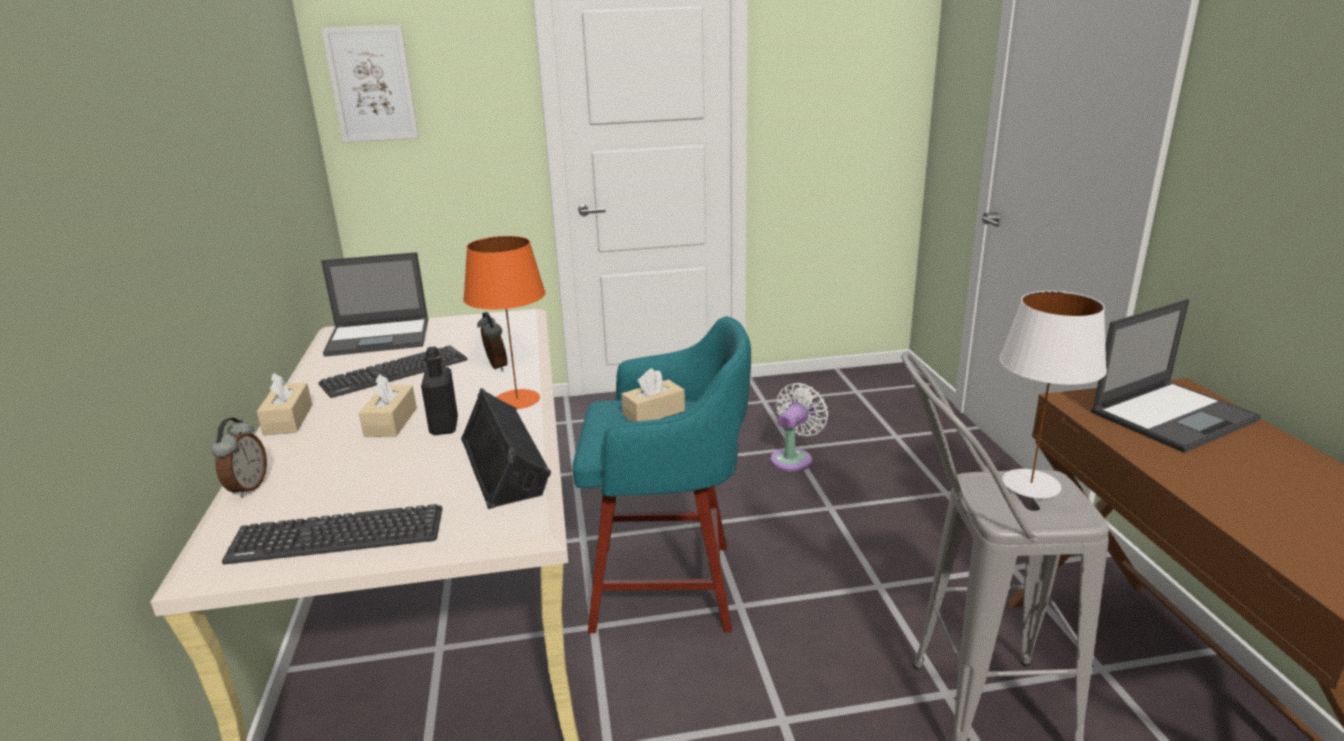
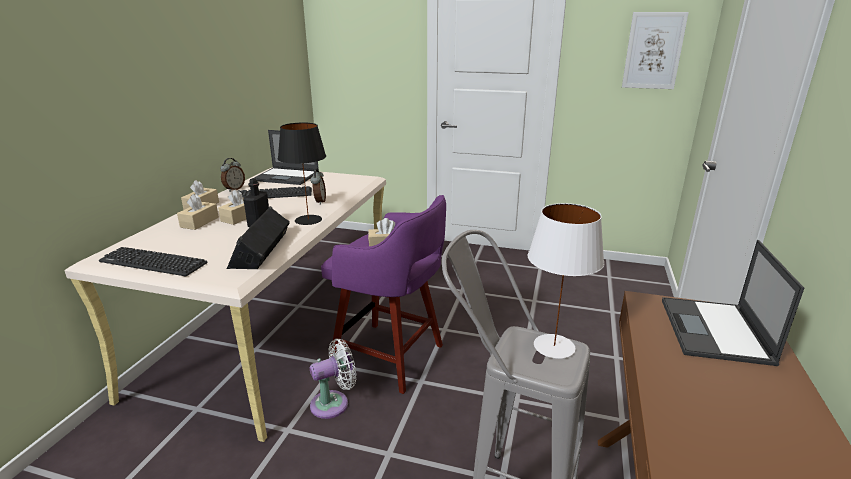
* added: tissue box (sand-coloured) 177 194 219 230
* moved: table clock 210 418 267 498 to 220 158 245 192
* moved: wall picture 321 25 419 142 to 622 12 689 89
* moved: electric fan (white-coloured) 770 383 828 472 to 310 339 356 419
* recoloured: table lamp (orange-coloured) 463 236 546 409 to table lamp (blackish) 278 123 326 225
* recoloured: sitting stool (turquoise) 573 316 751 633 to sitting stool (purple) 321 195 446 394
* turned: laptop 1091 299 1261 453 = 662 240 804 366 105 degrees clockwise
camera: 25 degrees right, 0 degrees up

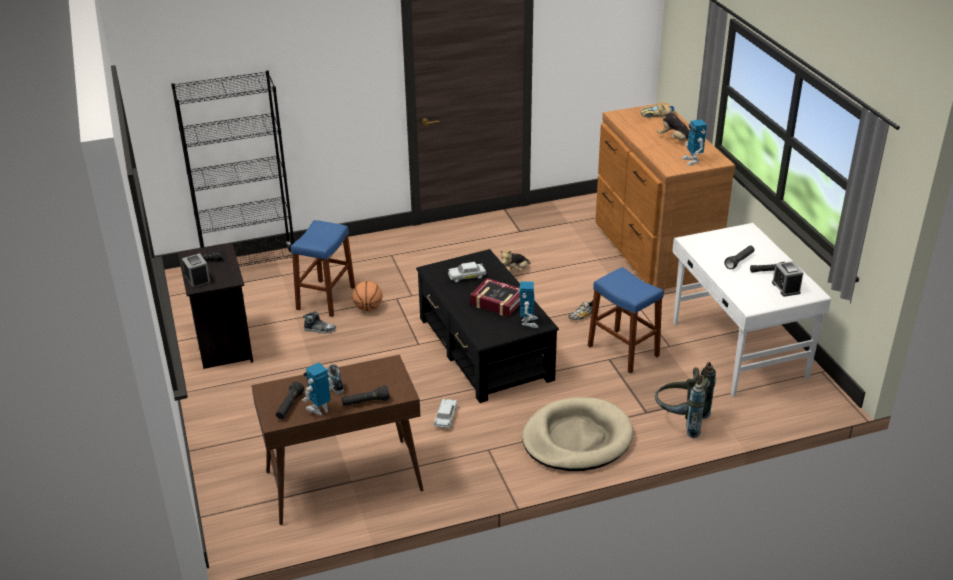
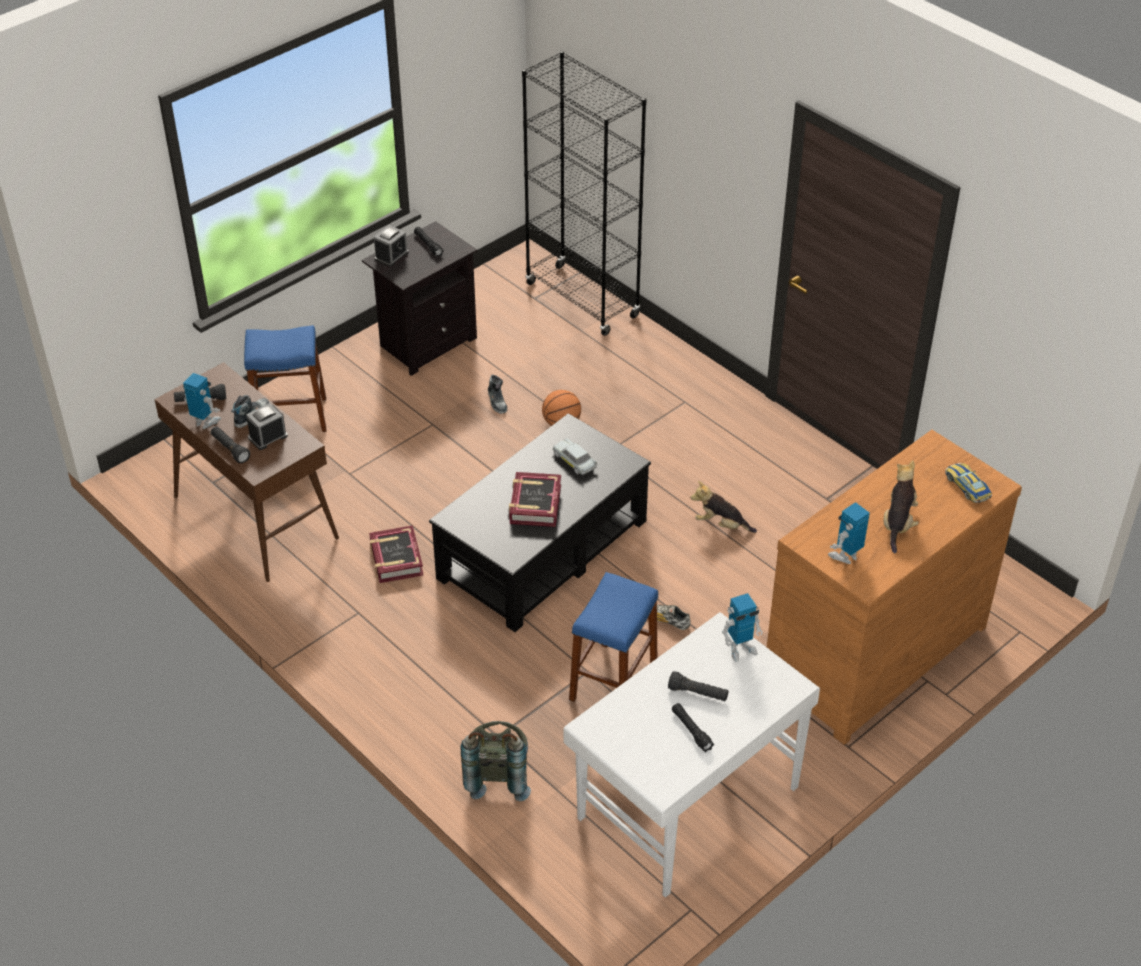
* removed: dog bed (sand-coloured) 522 397 633 471
* moved: sitting stool (bluish) 291 220 355 317 to 244 325 326 432
* moved: model robot 519 281 538 328 to 722 593 763 662
* moved: table clock 772 261 803 297 to 246 403 288 450
* replaced: model car (white-coloured) 434 399 457 428 to bound book 369 525 424 583
camera: 65 degrees right, 10 degrees up

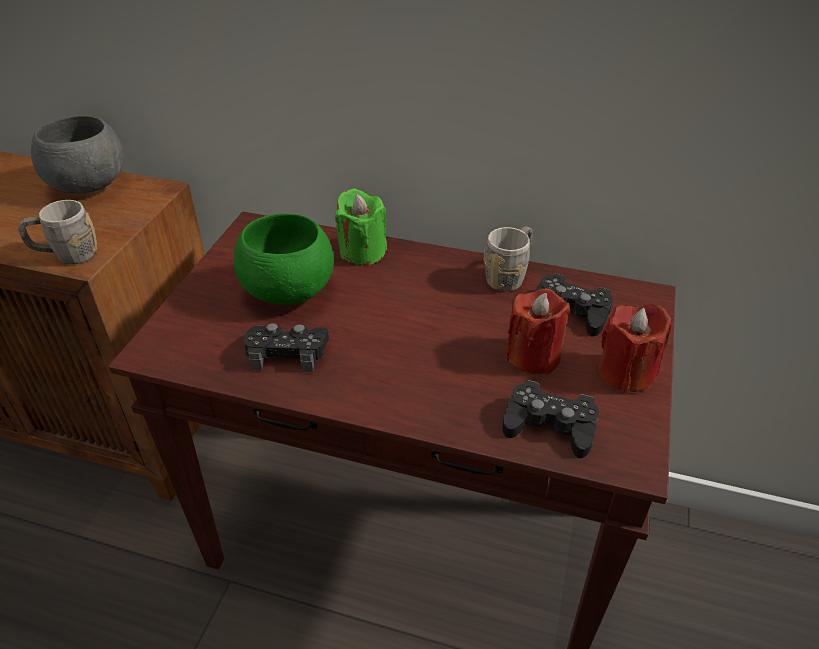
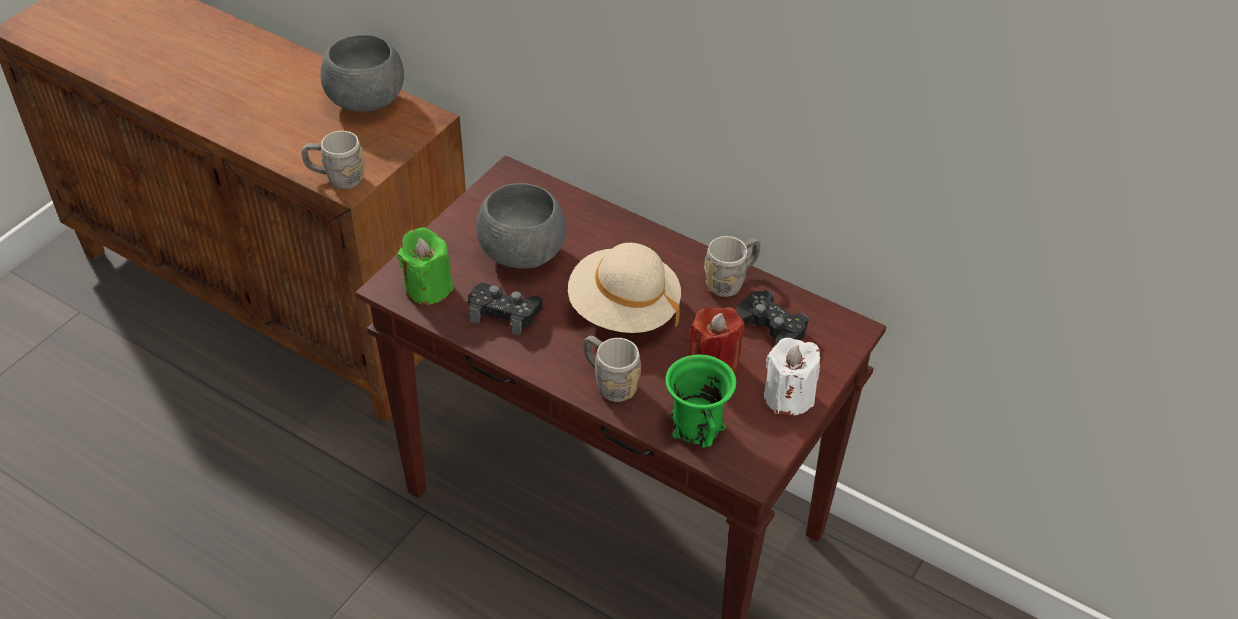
* added: wearable hat (sand-coloured) 568 243 681 333
* added: tea mug (grey) 583 336 641 402
* moved: candle (green-coloured) 335 188 387 266 to 397 227 453 305
* replaced: gamepad (blackish) 502 380 599 458 to tea mug (green-coloured) 665 355 737 448
* recoloured: deep dish (green-coloured) 234 214 334 305 to deep dish (grey) 476 183 566 269
* recoloured: candle (reddish) 599 304 672 393 to candle (white-coloured) 764 338 820 415
camera: 15 degrees right, 5 degrees up

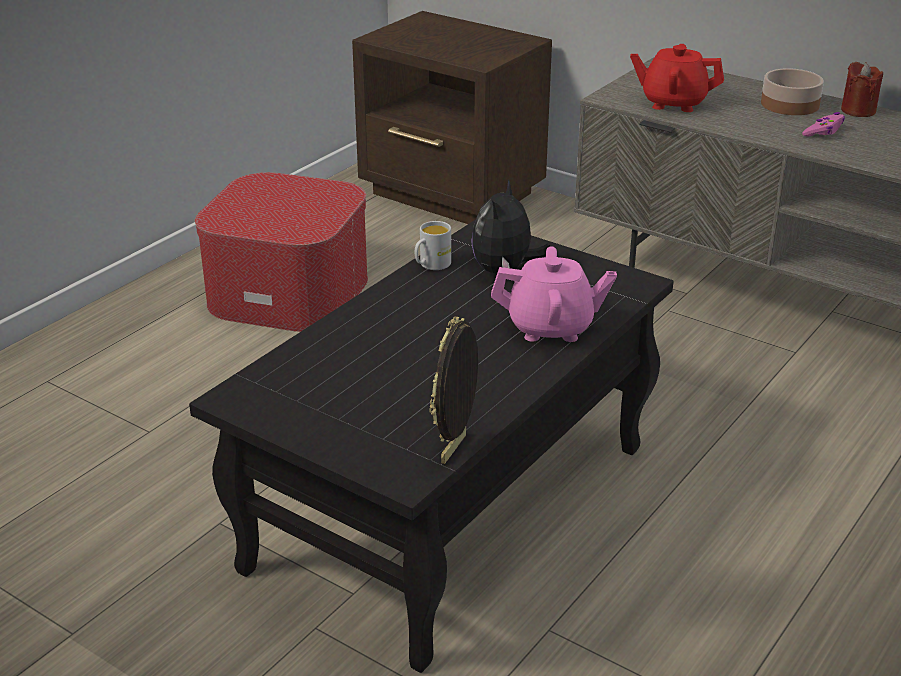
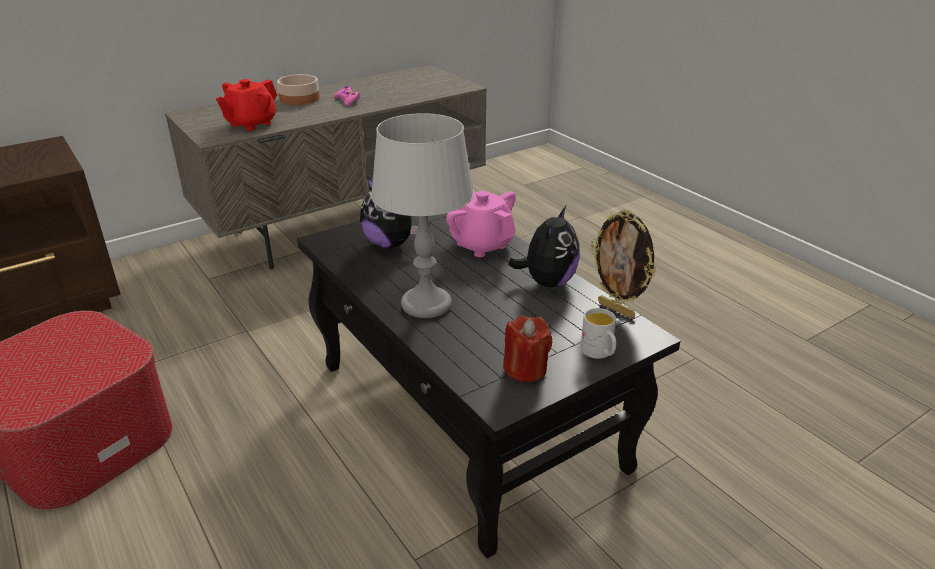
* added: table lamp (grey) 371 113 474 318
* added: plush toy 508 206 580 288
* moved: tea mug (white-coloured) 415 221 451 270 to 581 308 616 359
* moved: candle (reddish) 841 62 883 117 to 503 316 552 382
* turned: tea pot (pink) 491 246 617 342 = 446 191 516 257 60 degrees counterclockwise
camera: 70 degrees left, 0 degrees up

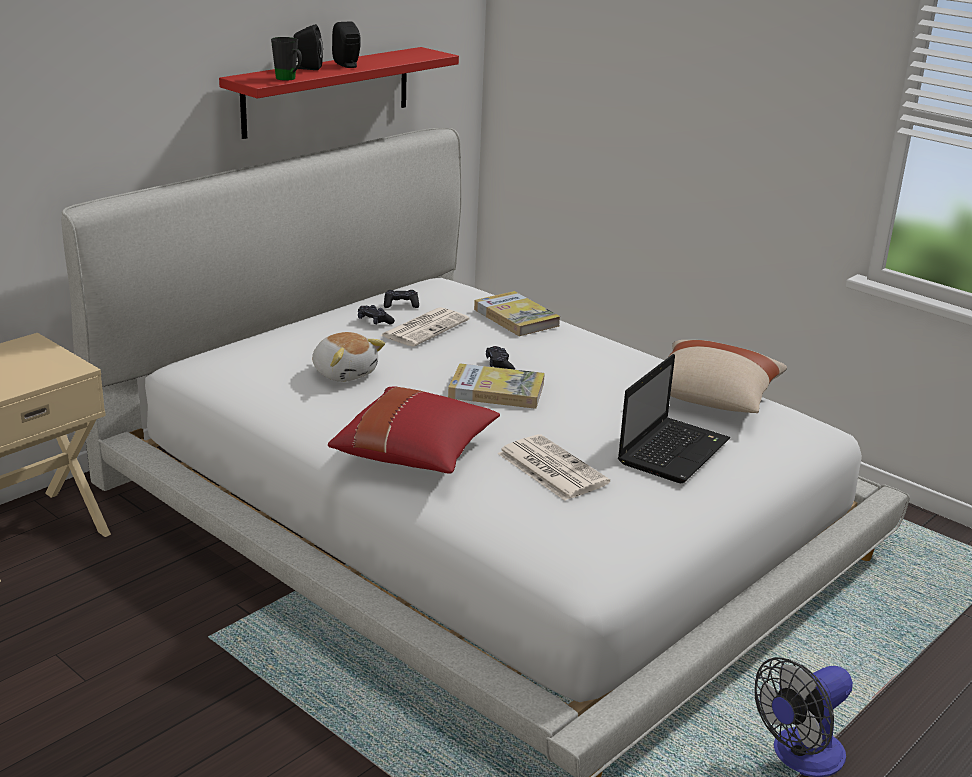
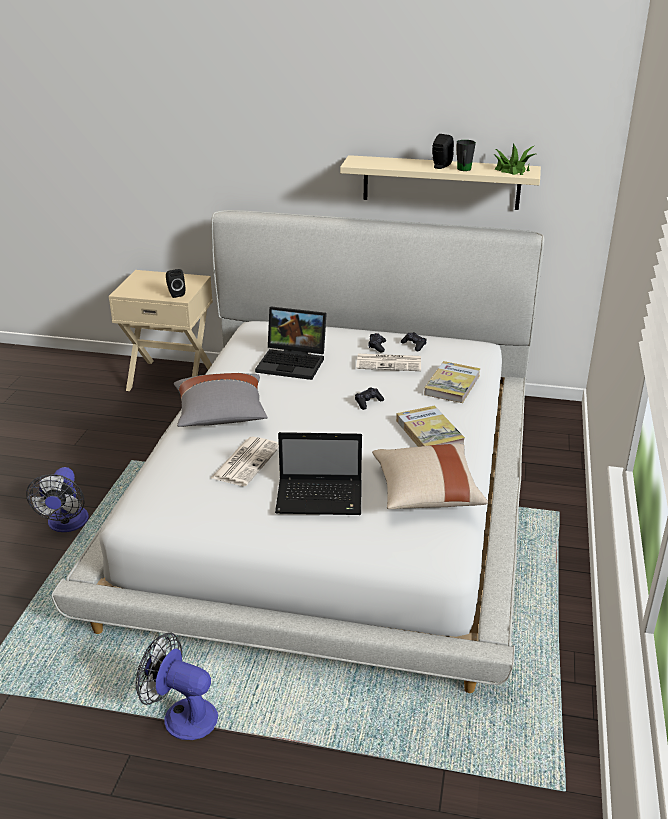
* added: electric fan 26 467 89 532
* added: potted plant 494 143 535 175
* moved: tea mug (blackish) 271 37 302 81 to 457 140 476 171
* moved: audio speaker (blackish) 293 24 323 70 to 166 269 185 298
* moved: bound book 448 363 545 409 to 396 405 465 447
* replaced: plush toy 312 332 385 382 to laptop 255 307 327 380
* recoloured: bracket shelf (reddish) 219 47 459 139 to bracket shelf (sand-coloured) 340 155 541 210
* recoloured: throw pillow (reddish) 328 387 500 474 to throw pillow (grey) 174 373 267 427
camera: 60 degrees right, 5 degrees up

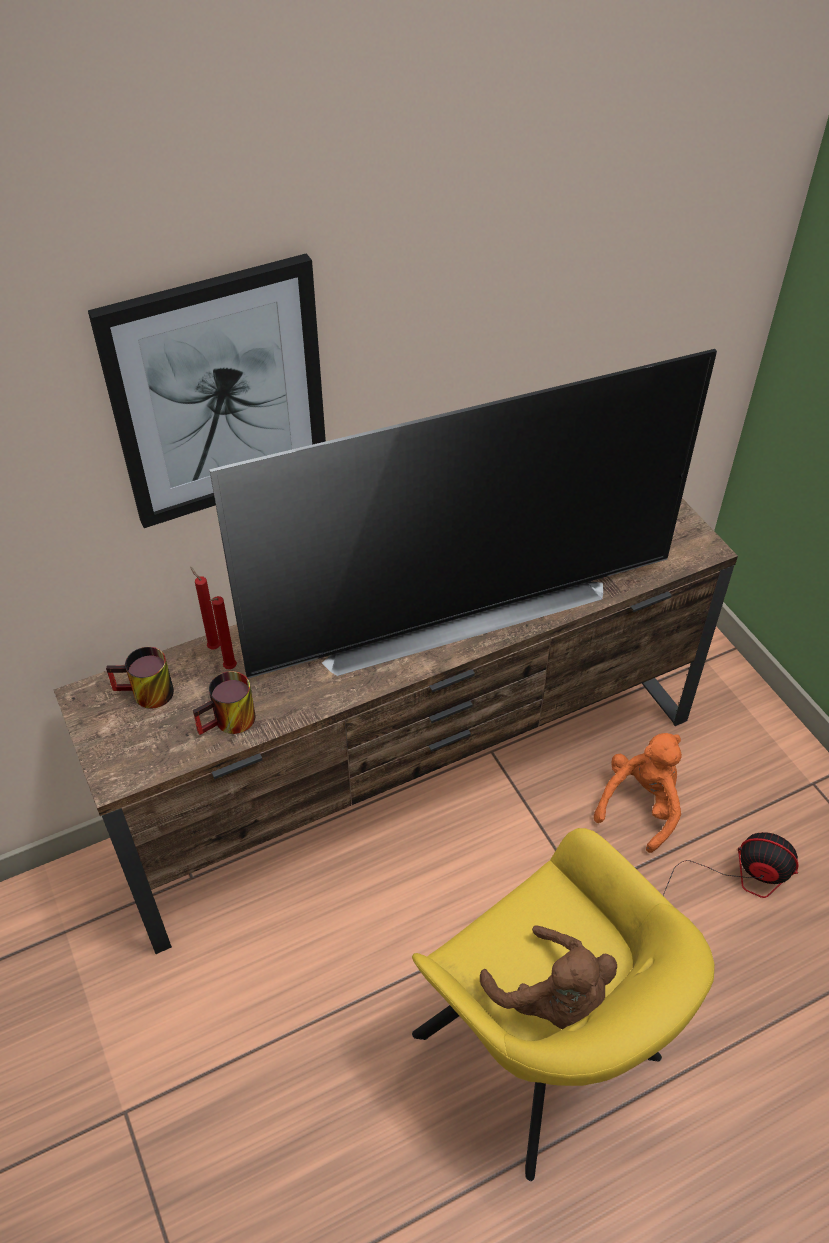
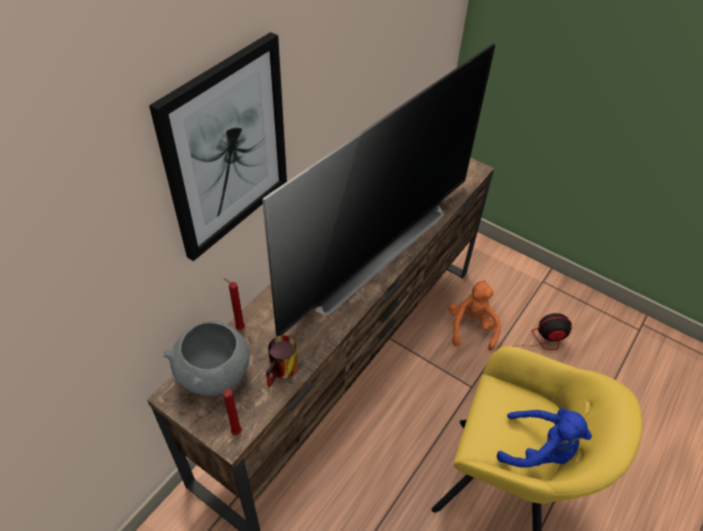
* moved: candle (reddish) 209 596 237 669 to 223 389 242 435
* replaced: tea mug 106 647 174 709 to deep dish (grey) 163 321 250 396
* recoloured: plush toy (brown-coloured) 480 925 617 1029 to plush toy (bluish) 497 408 592 468
camera: 30 degrees left, 0 degrees up

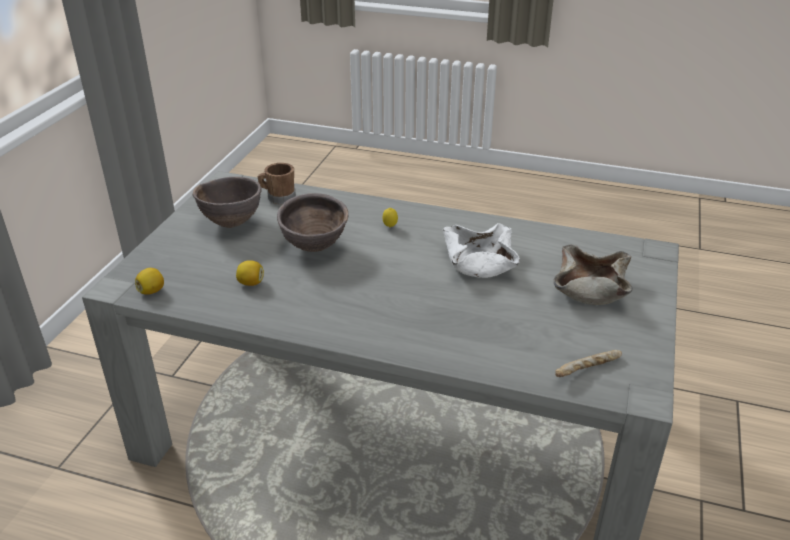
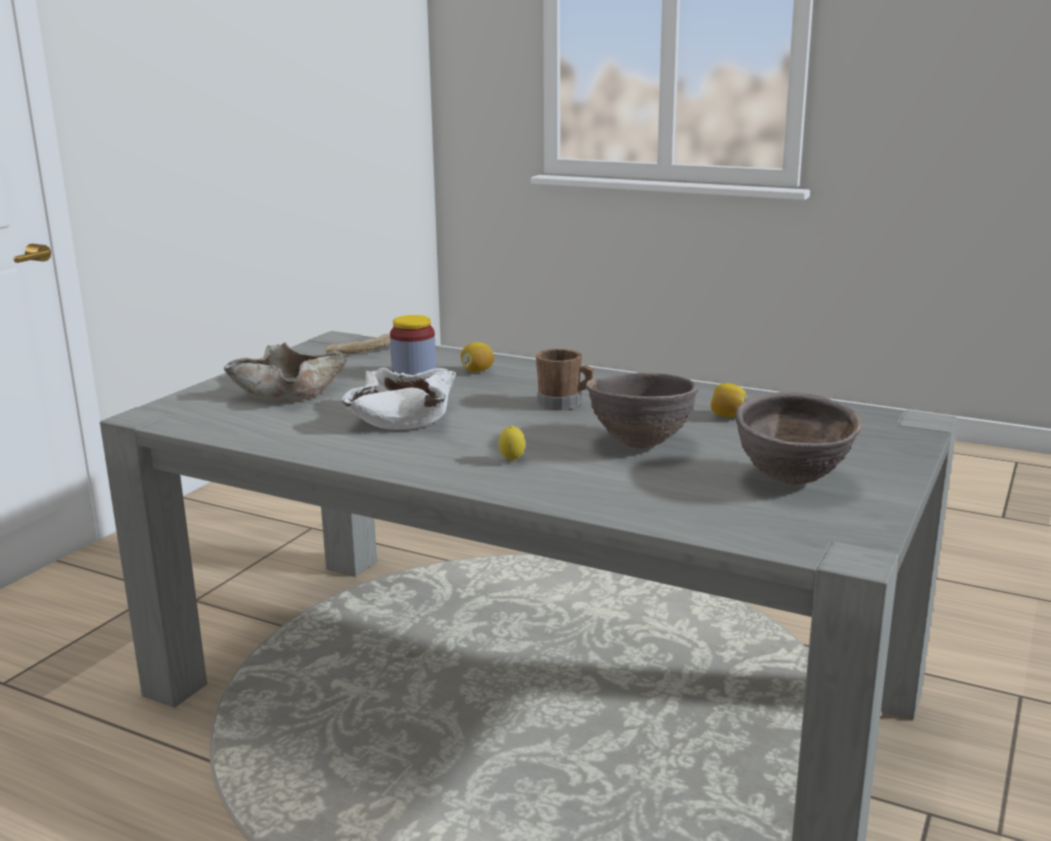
* added: preserve jar 390 315 436 375
* moved: citrus fruit 135 268 164 295 to 461 342 494 372
* moved: tea mug (brown-coloured) 258 163 296 204 to 536 349 594 410
camera: 170 degrees left, 15 degrees down

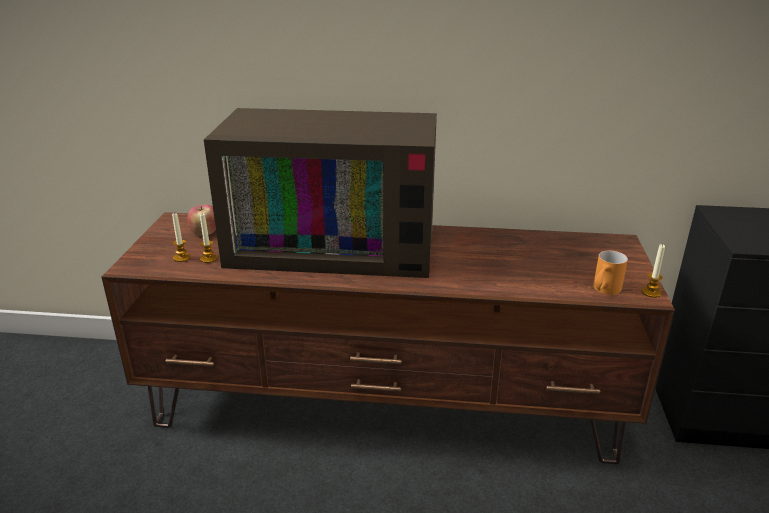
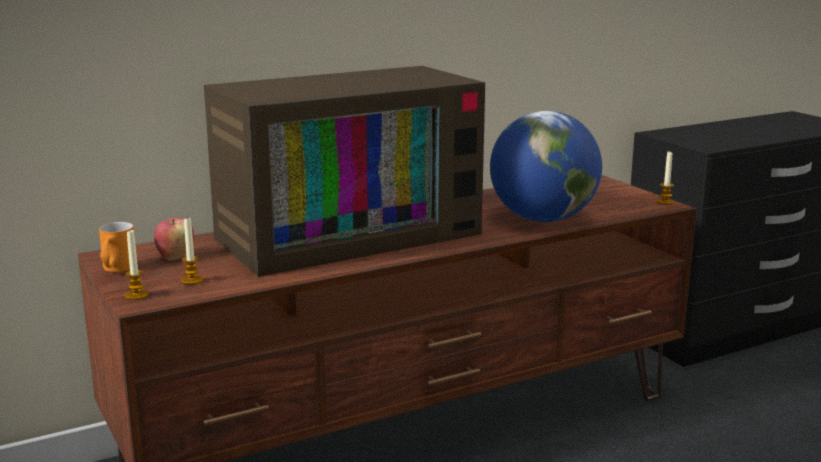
* added: globe 490 111 602 222
* moved: candle 200 214 218 263 to 124 230 149 300
* moved: tea mug (orange-coloured) 593 251 628 295 to 99 222 134 272
camera: 35 degrees left, 10 degrees down

